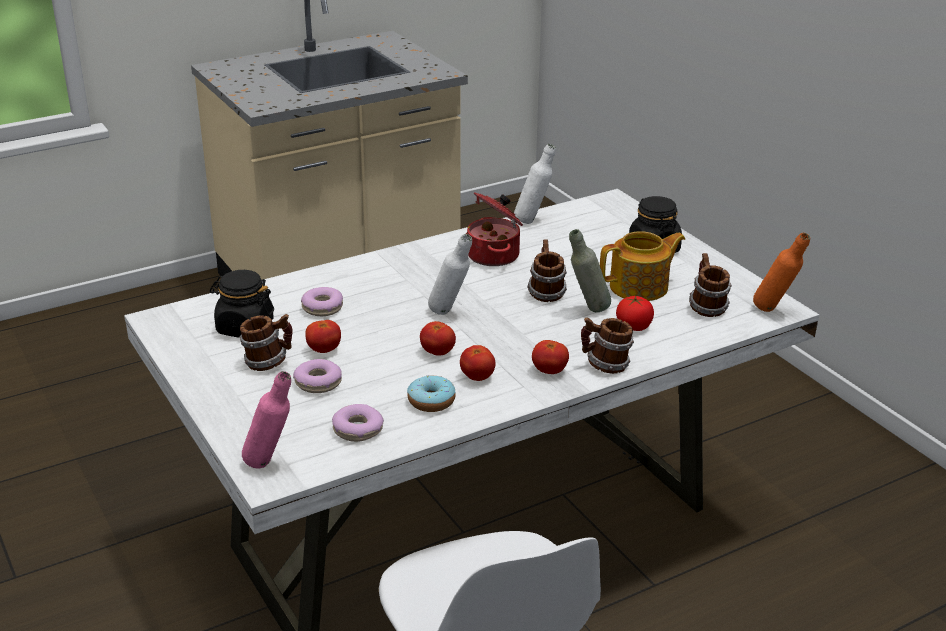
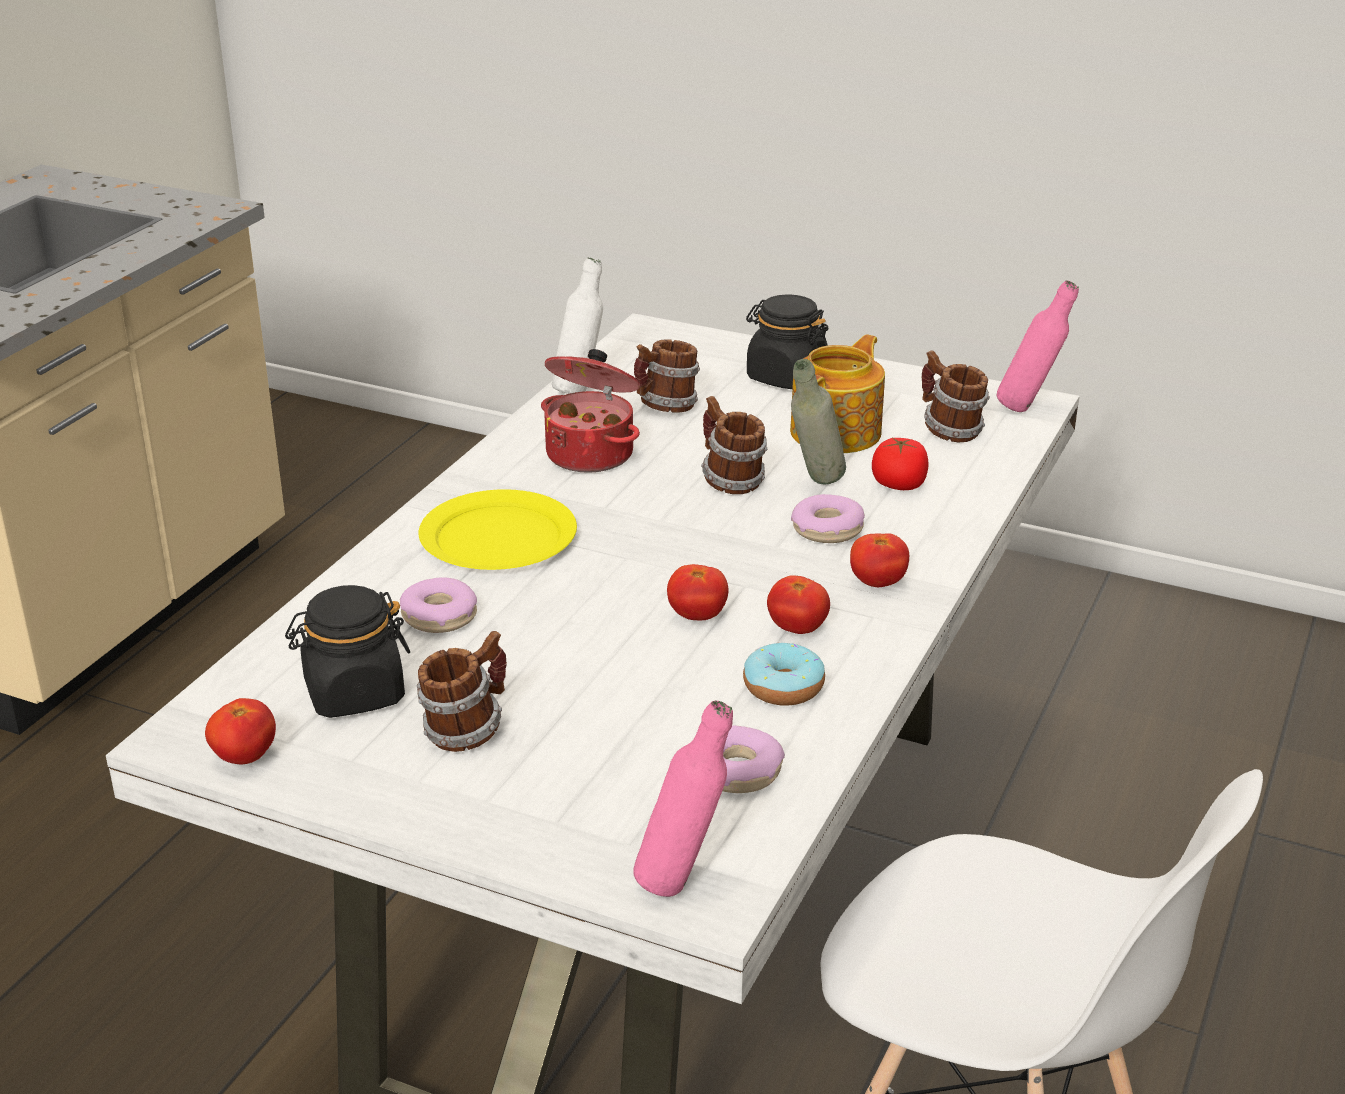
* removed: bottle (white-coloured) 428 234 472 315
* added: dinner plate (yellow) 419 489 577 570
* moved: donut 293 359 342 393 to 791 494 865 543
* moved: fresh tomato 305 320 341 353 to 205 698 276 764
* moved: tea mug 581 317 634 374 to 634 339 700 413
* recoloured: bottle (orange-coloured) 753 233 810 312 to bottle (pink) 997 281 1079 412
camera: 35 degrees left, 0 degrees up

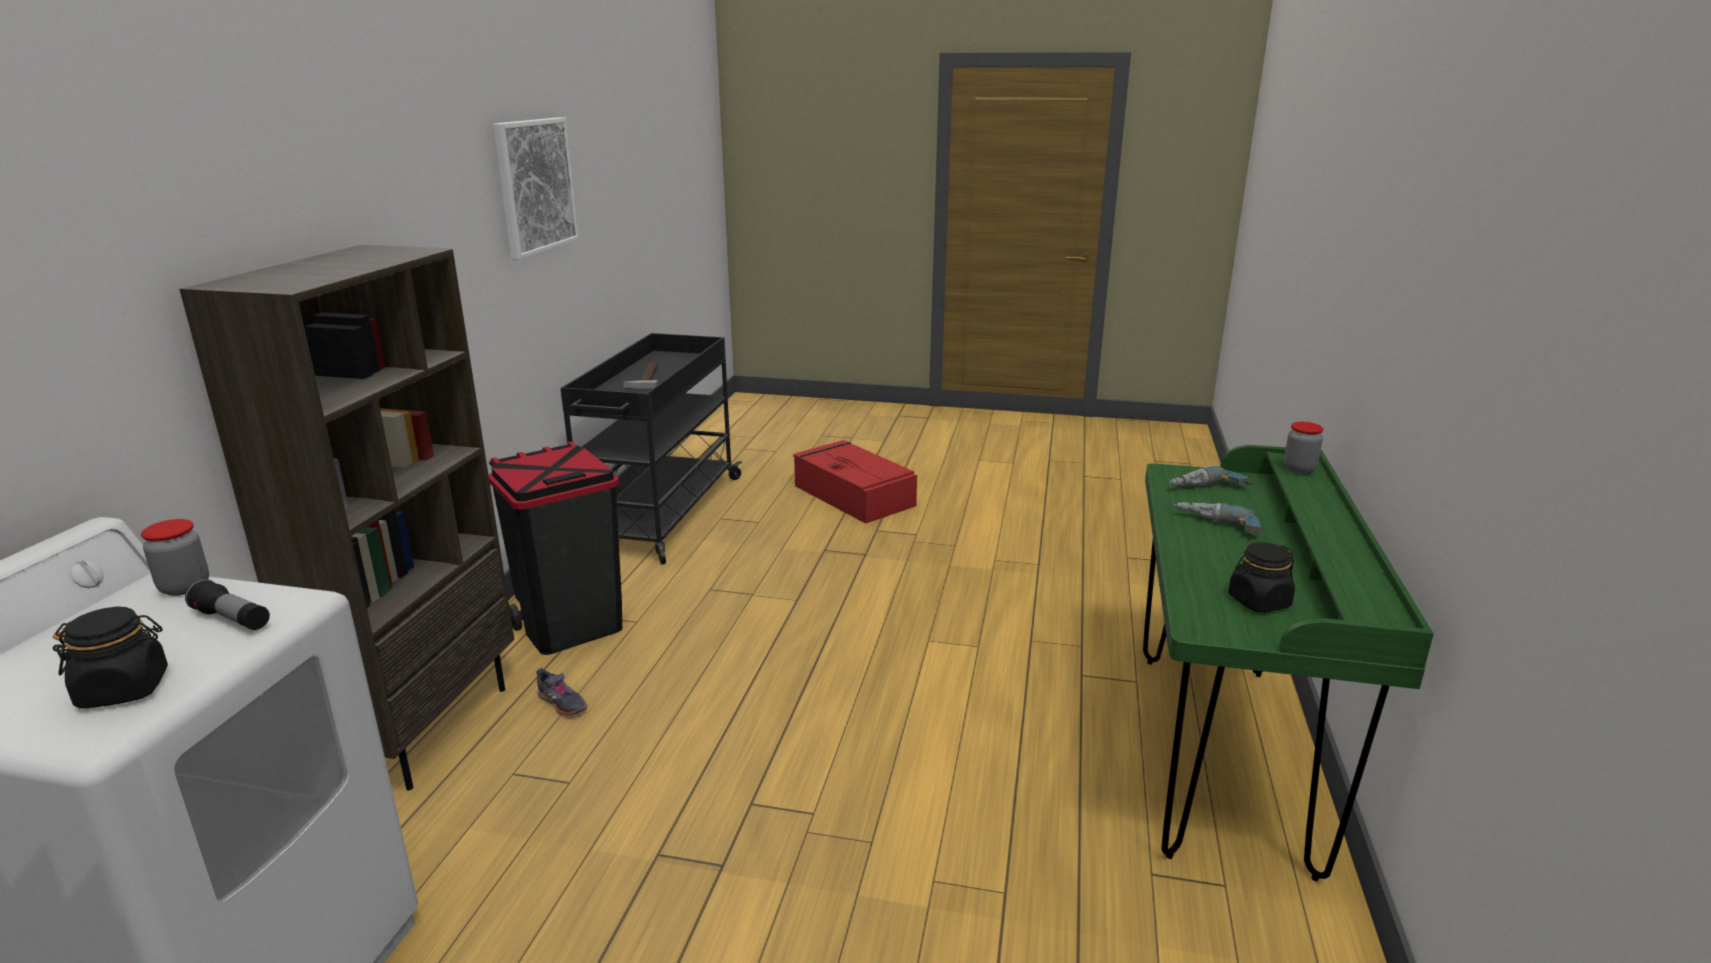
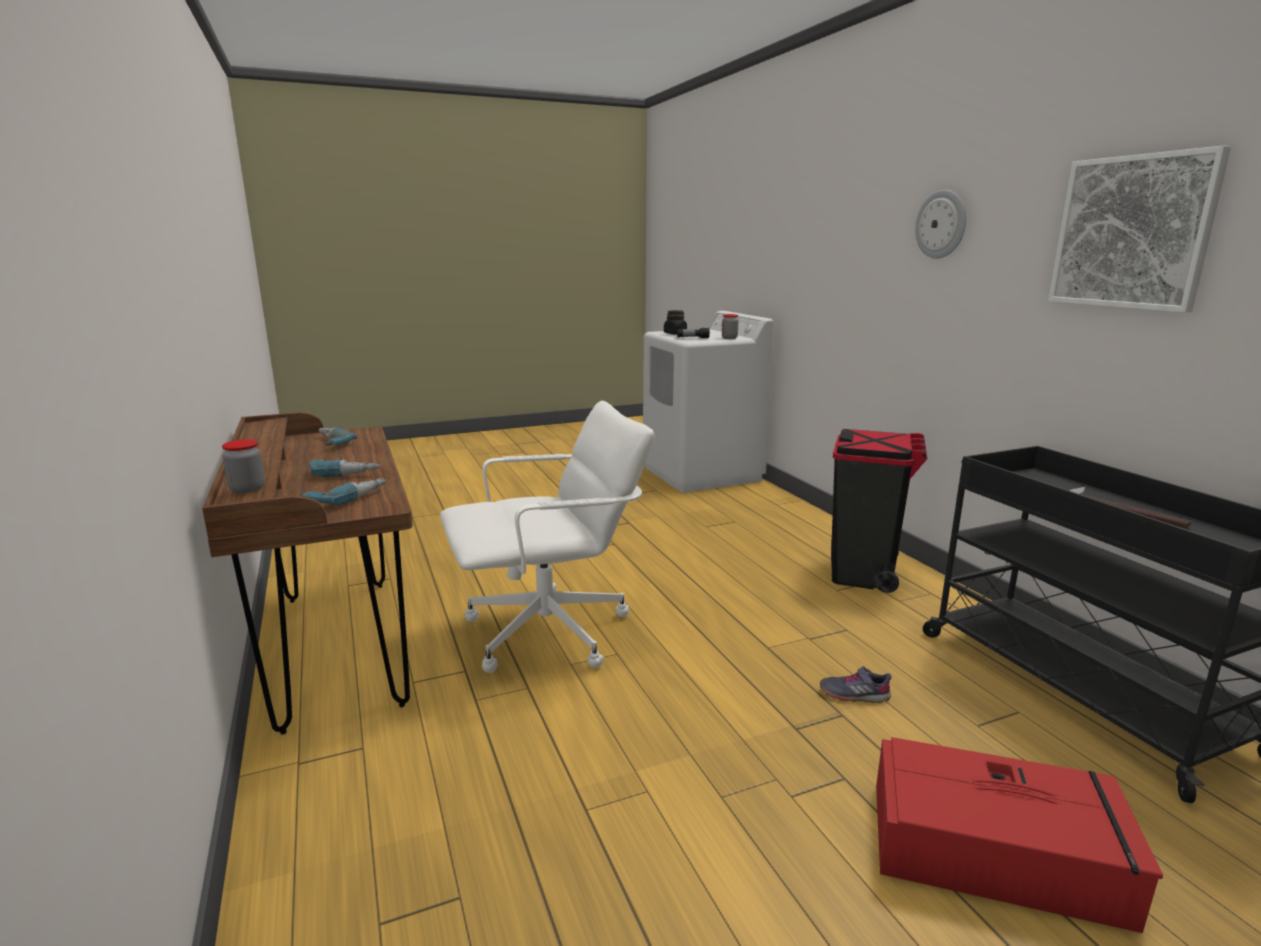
* removed: bookcase (brown-coloured) 179 245 514 790
* added: desk chair (white-coloured) 440 401 654 673
* added: clock on the wall 915 190 966 259
* moved: shoe (grey) 536 668 587 716 to 820 666 892 703
* replaced: preserve jar (blackish) 1228 542 1295 613 to power drill 319 428 357 446
* recoloured: desk unit (green-coloured) 1143 445 1434 881 to desk unit (brown-coloured) 202 412 413 735
camera: 145 degrees right, 5 degrees down

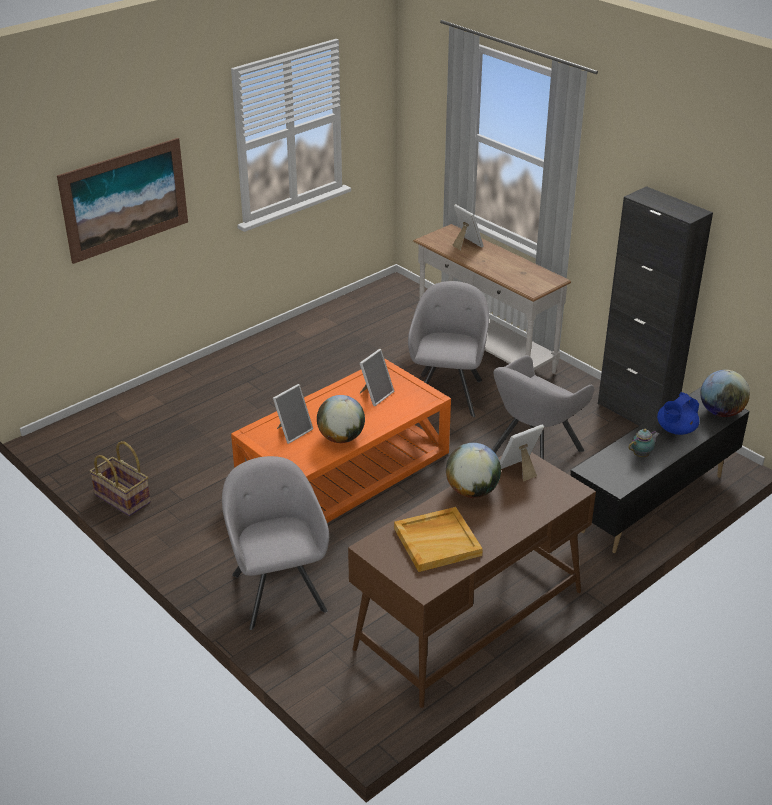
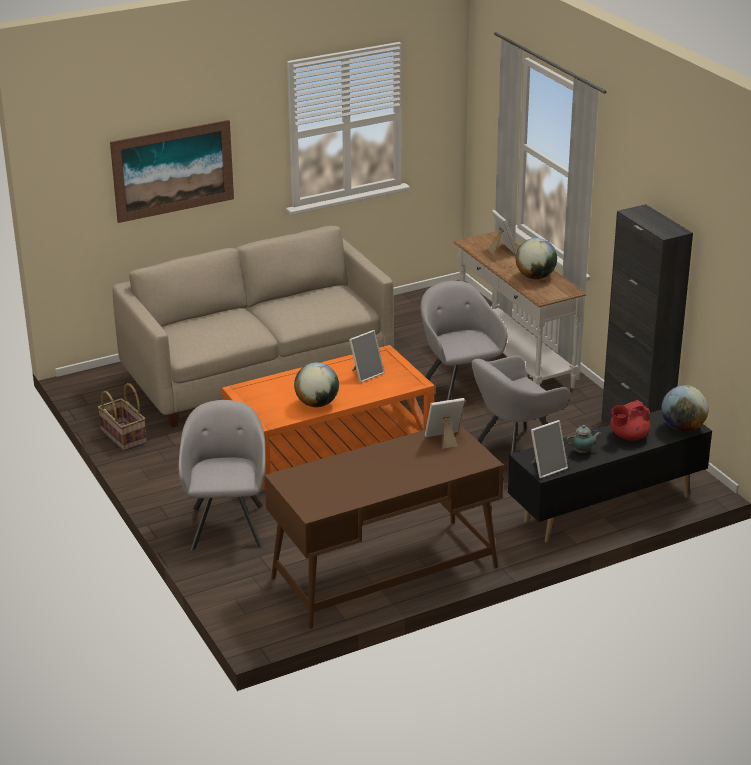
* removed: serving tray (sand-coloured) 394 507 483 572
* added: sofa (sand-coloured) 113 226 394 428
* moved: photo frame 273 384 313 444 to 531 420 568 478
* moved: globe 446 443 501 498 to 516 238 557 279
* recoloured: tea pot (bluish) 657 392 700 435 to tea pot (reddish) 610 400 651 441
* turned: easy chair (grey) 408 281 489 417 = 421 281 508 401 45 degrees counterclockwise
camera: 15 degrees right, 5 degrees down

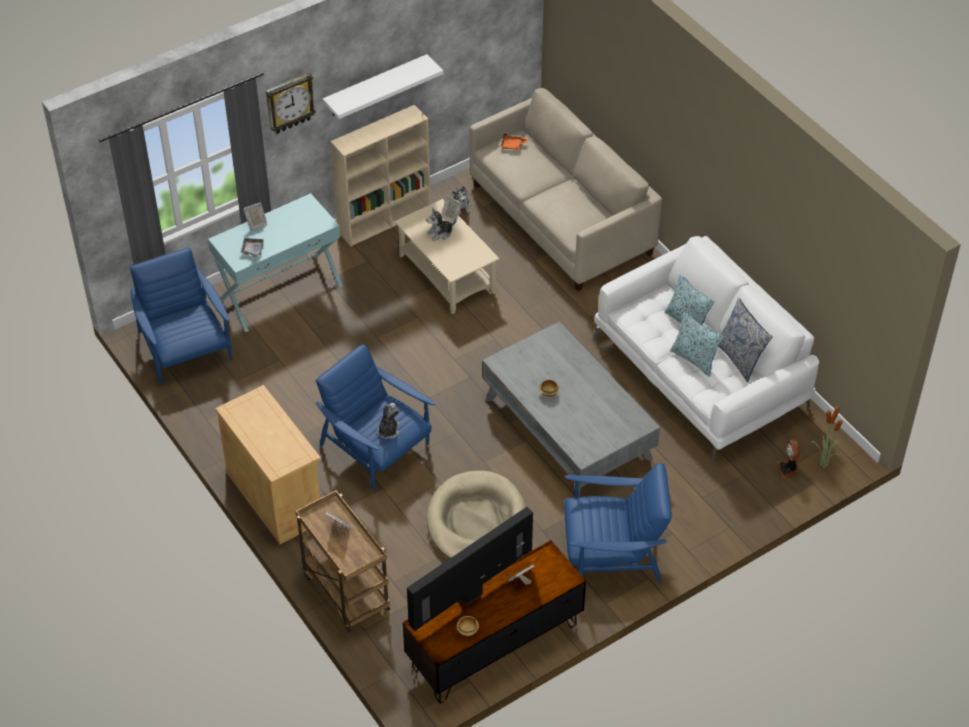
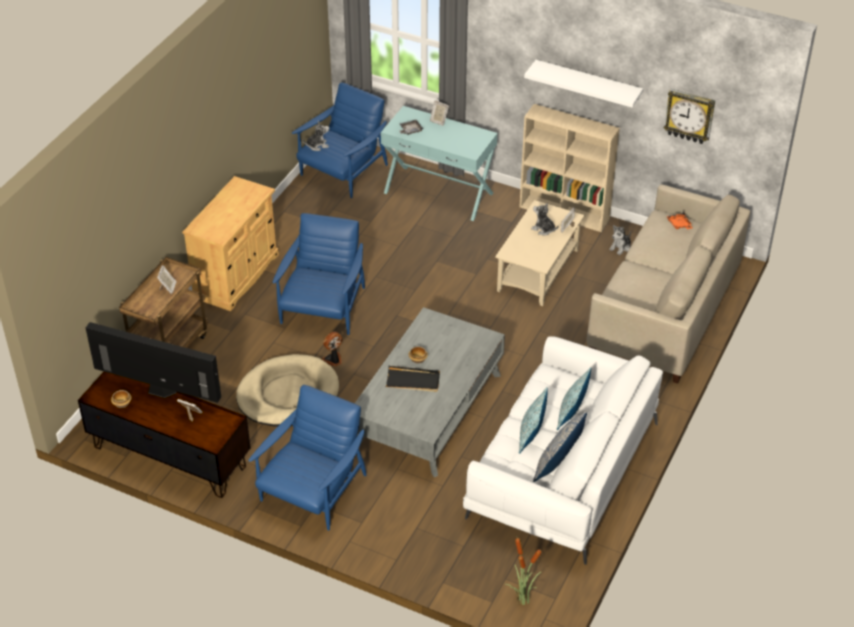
* added: serving tray (blackish) 386 366 440 392
* moved: clock on the wall 266 72 316 134 to 664 89 715 144
* moved: plush toy 377 403 400 439 to 302 121 329 151
* moved: electric fan 776 439 800 479 to 322 332 342 366
* turned: easy chair (bluish) 564 463 672 583 = 248 385 367 531 120 degrees counterclockwise
camera: 60 degrees right, 5 degrees down

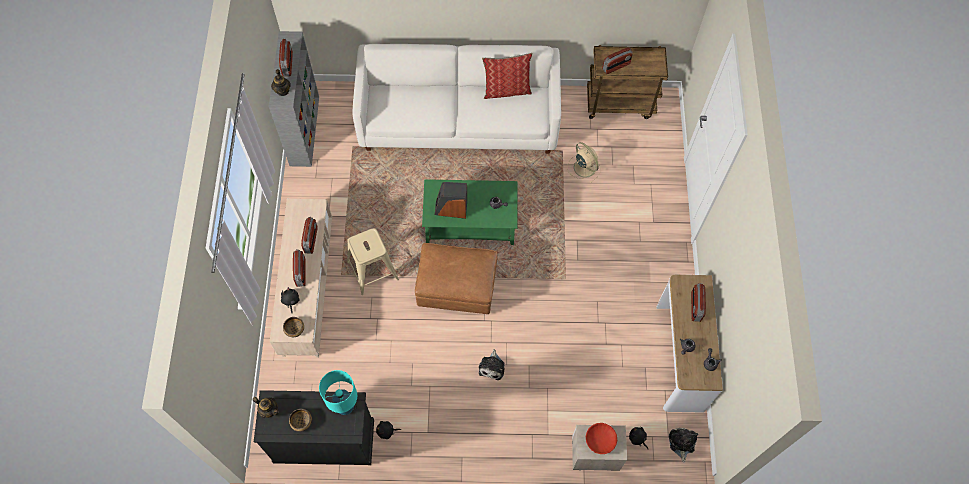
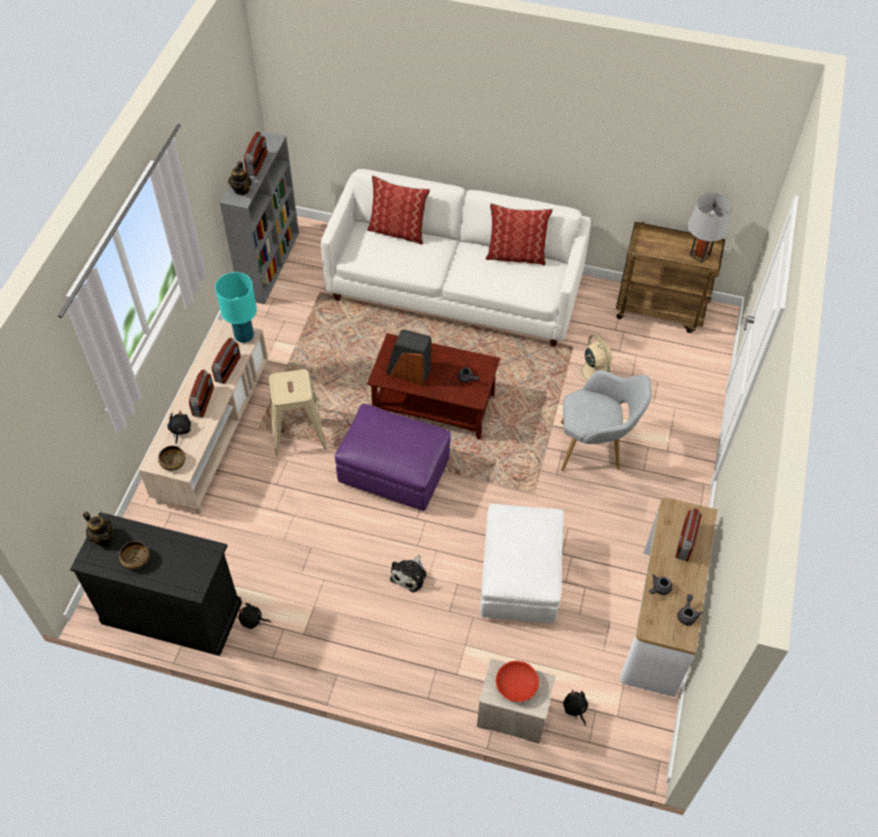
* removed: radio 602 47 633 74
* removed: plush toy 669 428 698 463
* added: throw pillow 367 175 430 245
* added: footrest (white-coloured) 480 504 563 623
* added: easy chair (grey) 561 370 651 471
* added: table lamp (grey) 688 193 732 263
* moved: table lamp (turquoise) 319 370 357 415 to 215 272 257 343
* recoloured: footrest (brown-coloured) 415 243 497 314 to footrest (purple) 335 404 451 511
* recoloured: coffee table (green-coloured) 422 179 517 245 to coffee table (brown-coloured) 367 333 500 440
camera: 15 degrees right, 10 degrees down

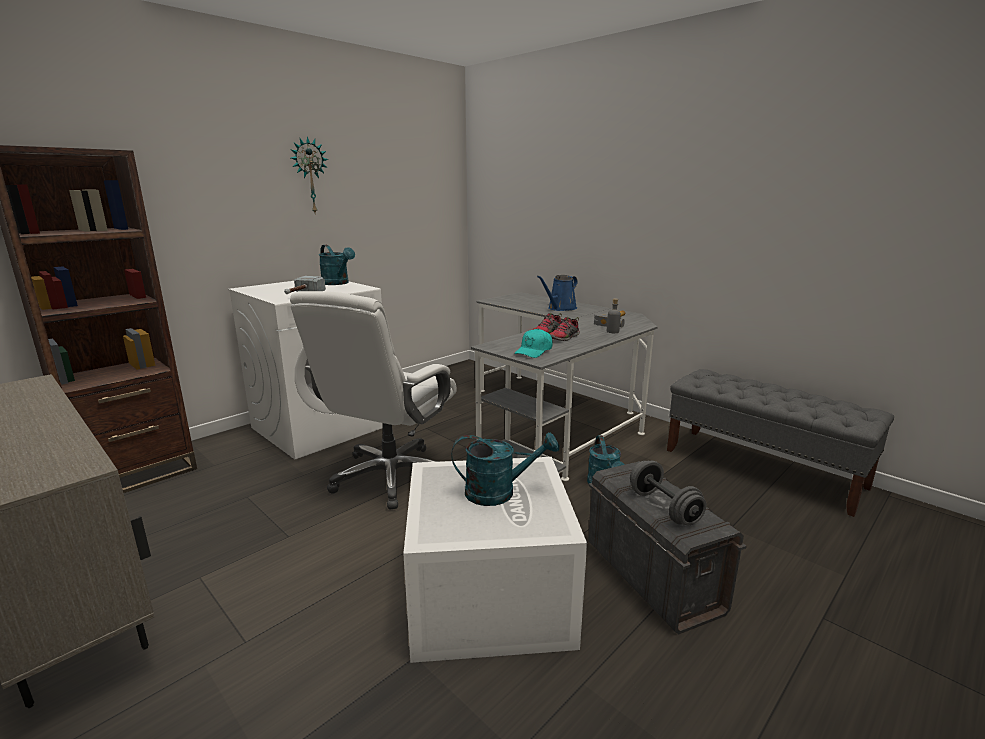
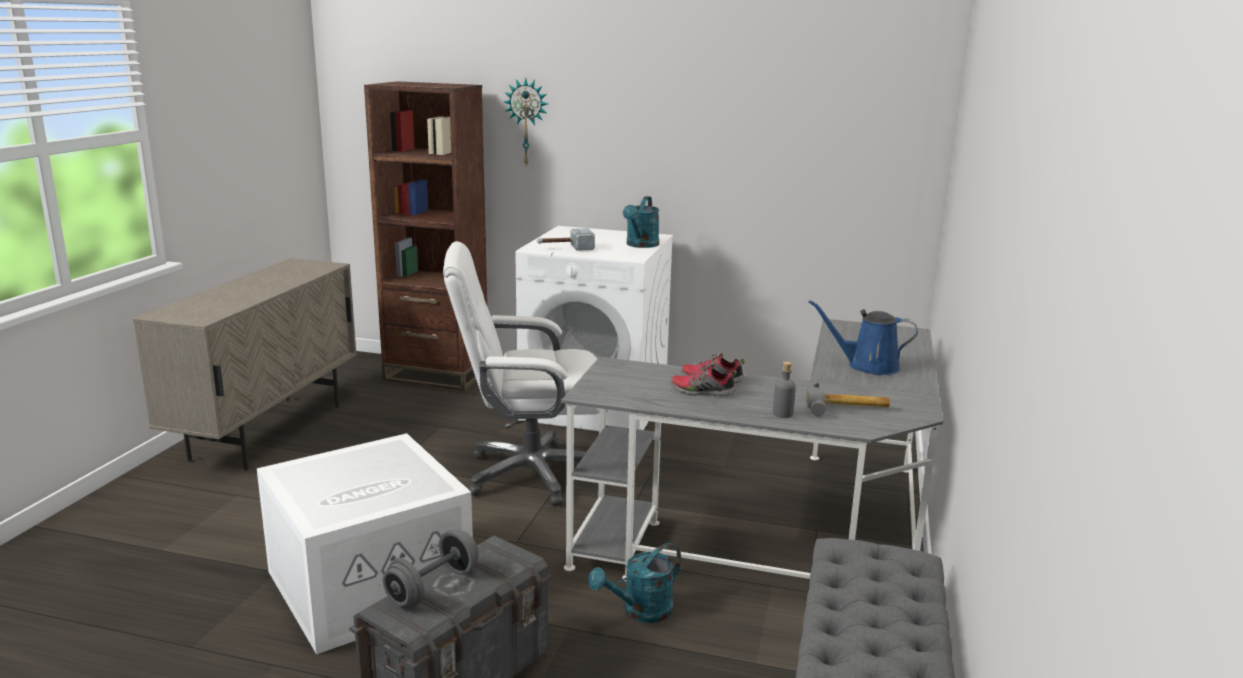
* removed: watering pot (turquoise) 452 432 559 506
* removed: cap (turquoise) 514 329 553 358
* moved: clock on the wall 290 136 328 215 to 504 78 548 167
camera: 60 degrees right, 0 degrees up

